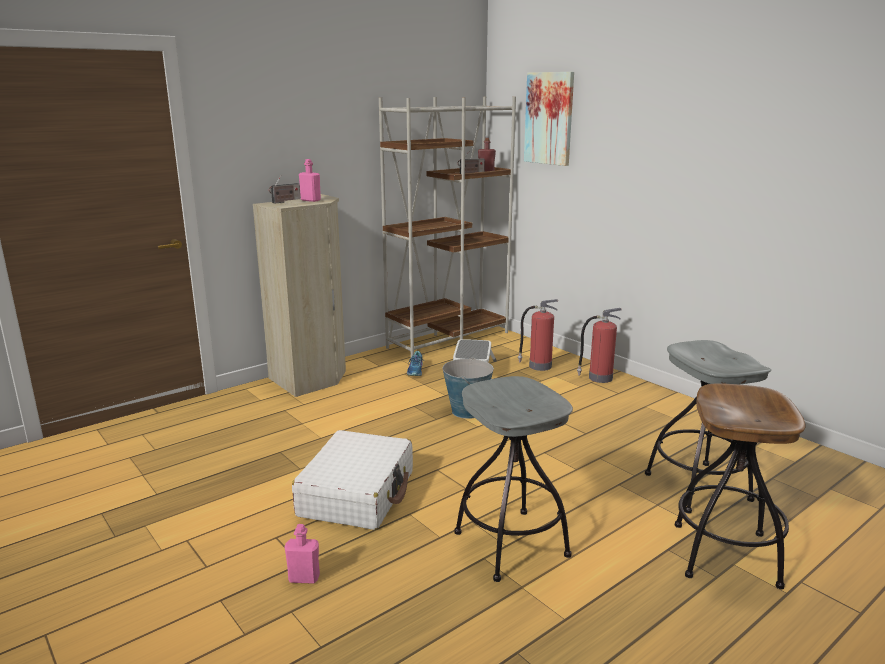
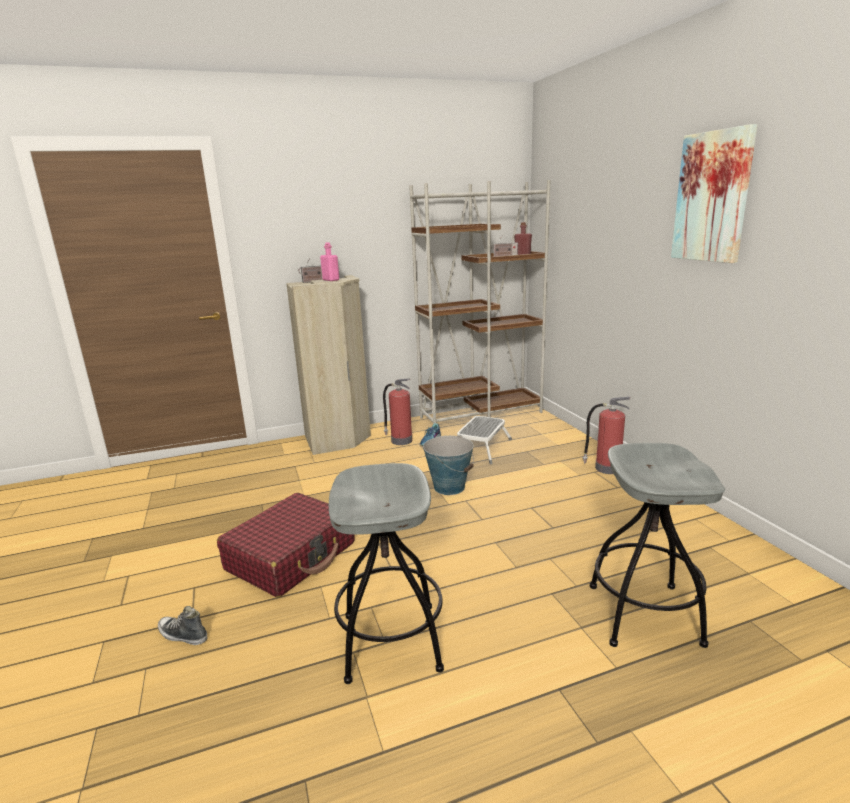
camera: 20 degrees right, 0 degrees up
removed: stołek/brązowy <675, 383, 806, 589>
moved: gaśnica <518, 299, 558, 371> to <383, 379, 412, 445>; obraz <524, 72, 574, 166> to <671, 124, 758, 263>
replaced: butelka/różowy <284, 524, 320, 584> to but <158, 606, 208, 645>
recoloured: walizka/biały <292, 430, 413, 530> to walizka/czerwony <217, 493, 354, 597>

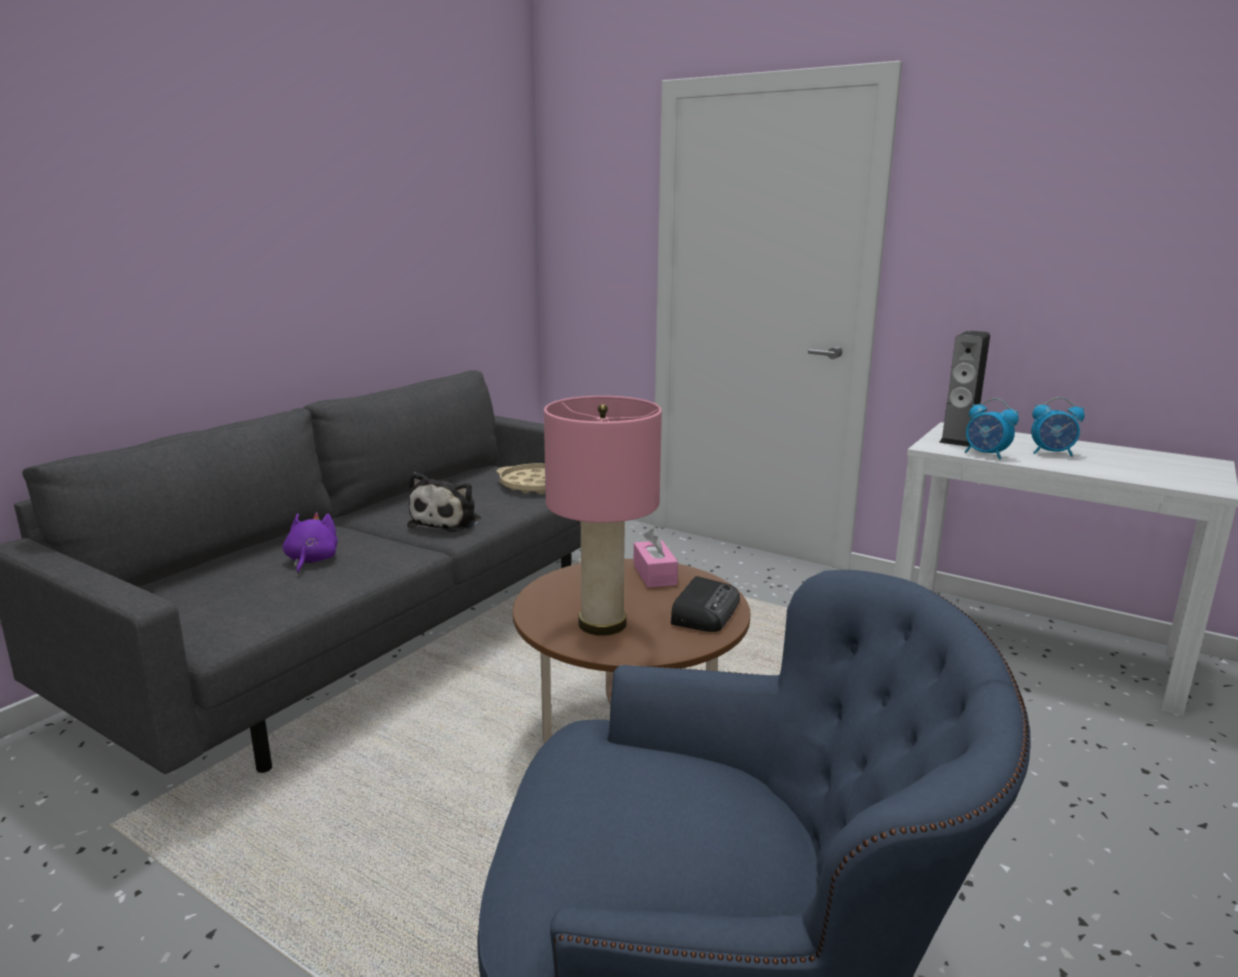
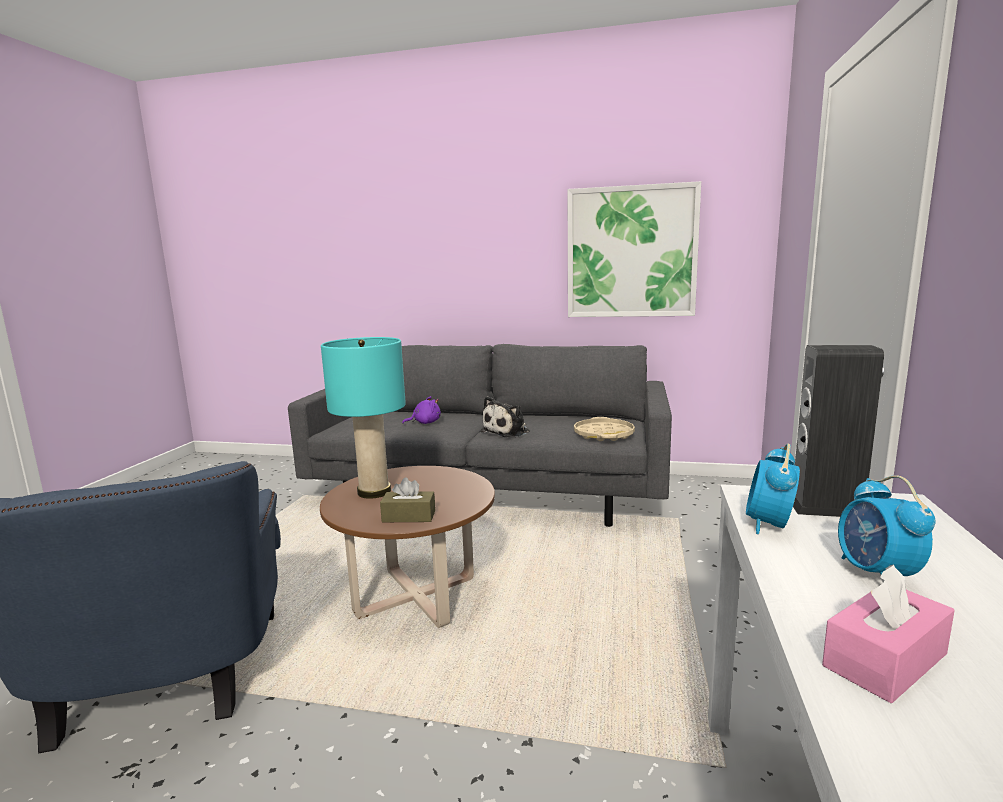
camera: 70 degrees right, 5 degrees down
added: obraz <568, 181, 701, 317>
moved: pudełko chusteczek/różowy <633, 529, 678, 588> to <822, 564, 955, 703>
replaced: radio <671, 576, 740, 632> to pudełko chusteczek/brązowy <380, 478, 435, 522>
recoloured: lampa stołowa/różowy <544, 396, 662, 636> to lampa stołowa/turkusowy <321, 337, 406, 499>
turned: pluszak <407, 472, 481, 532> = <480, 396, 530, 437> 45 degrees counterclockwise

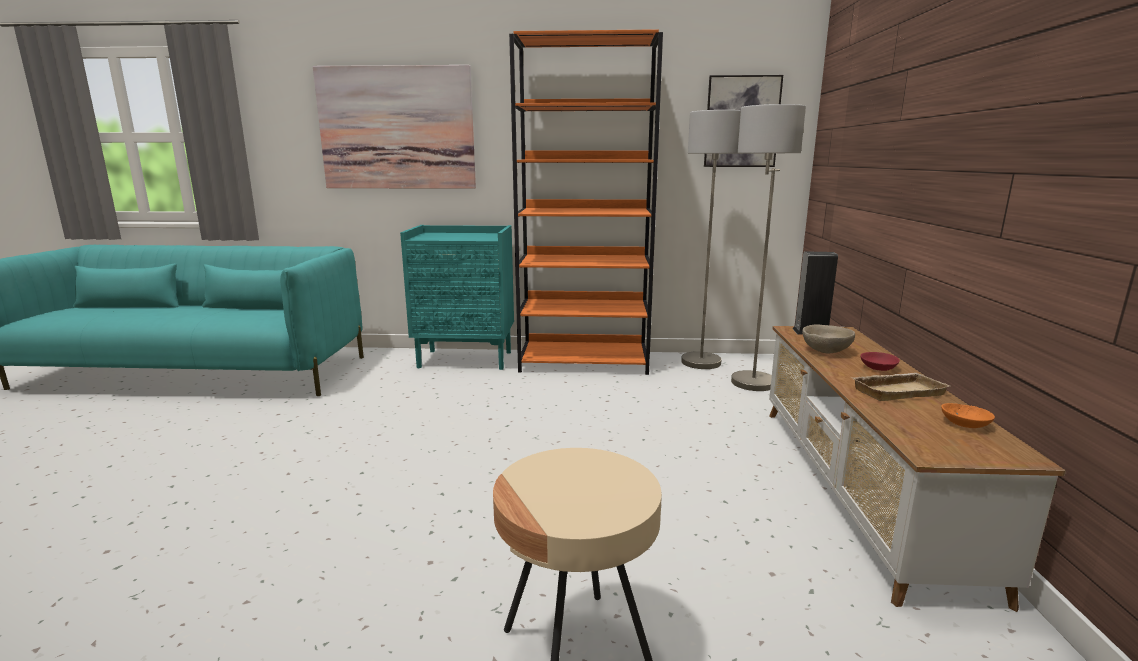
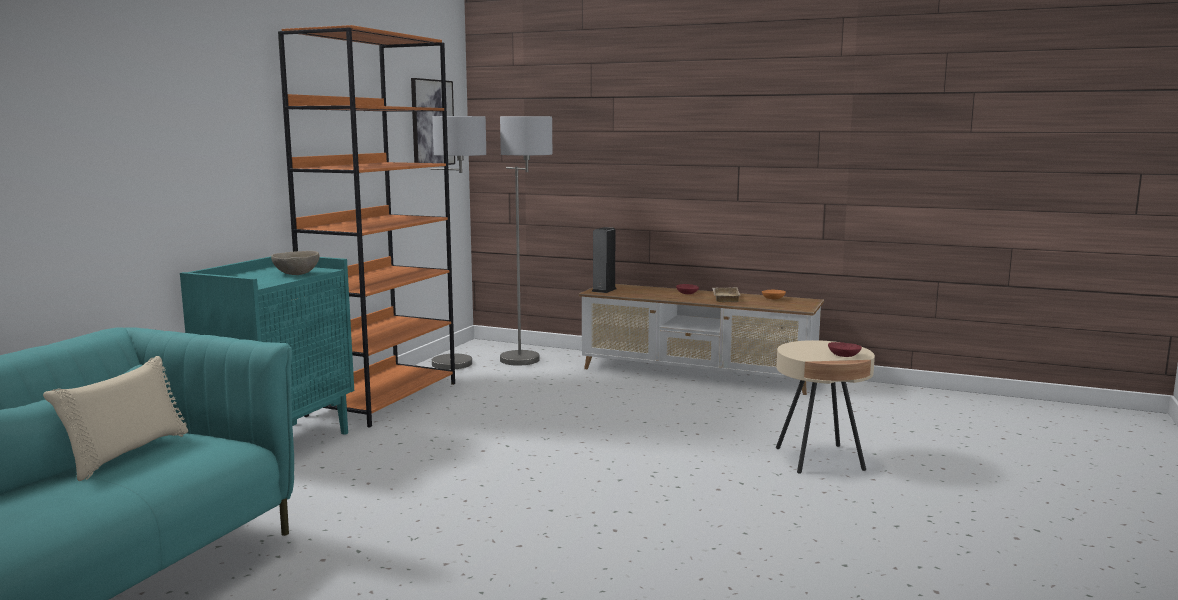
camera: 70 degrees left, 5 degrees down
removed: obraz <313, 65, 476, 189>
added: poduszka/beżowy <43, 356, 188, 481>; miska/czerwony <828, 342, 862, 357>
moved: miska/beżowy <802, 324, 855, 353> to <271, 251, 319, 275>

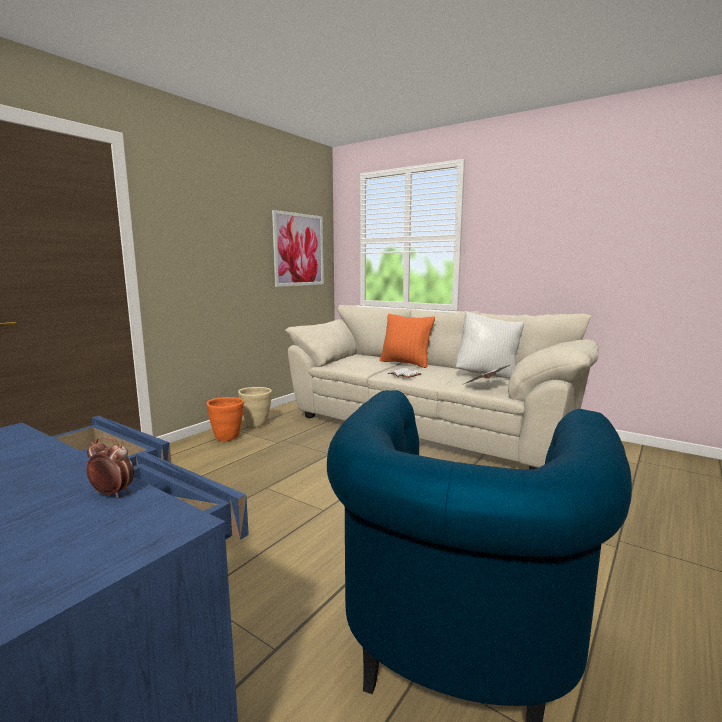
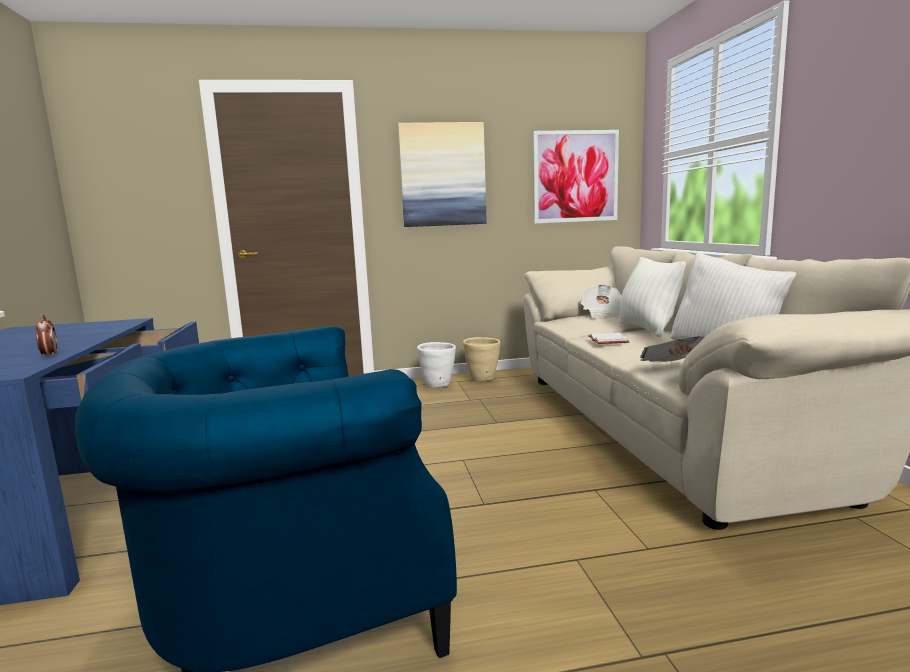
camera: 45 degrees right, 0 degrees up
added: obraz <398, 122, 487, 227>; gazeta <580, 284, 621, 320>
recoloured: donica/pomarańczowy <207, 397, 244, 441> to donica/biały <417, 342, 456, 388>; poduszka/pomarańczowy <379, 314, 435, 368> to poduszka/biały <618, 257, 686, 337>

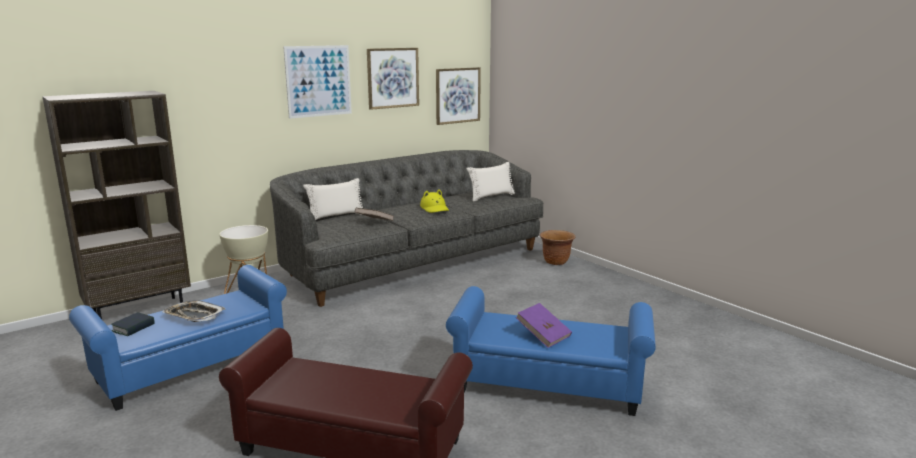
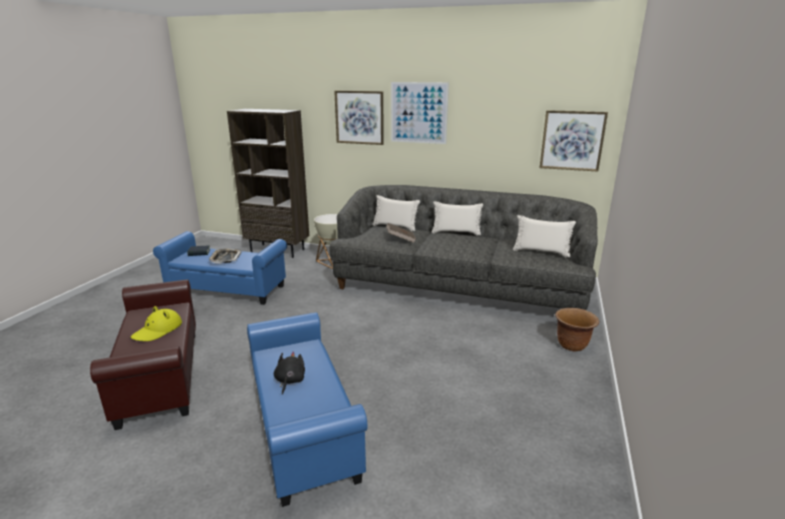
camera: 55 degrees right, 5 degrees up
added: poduszka/biały <432, 201, 483, 236>
moved: obraz <367, 48, 419, 110> to <334, 91, 384, 145>; kapelusz/żółty <420, 189, 449, 213> to <131, 306, 182, 341>
replaced: książka/fioletowy <516, 303, 572, 348> to pluszak/czarny <274, 351, 305, 395>

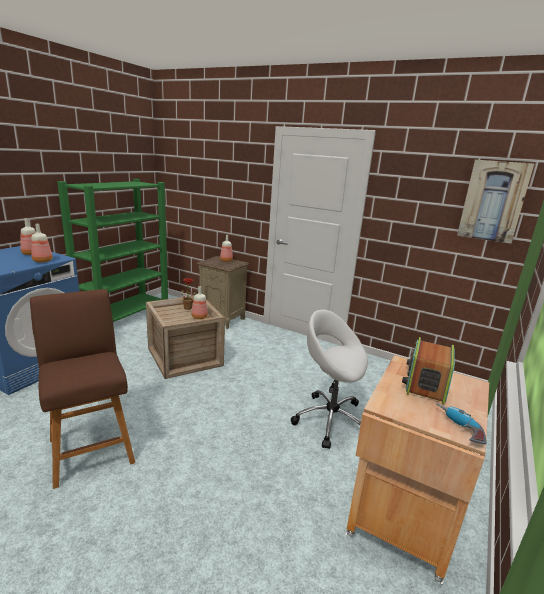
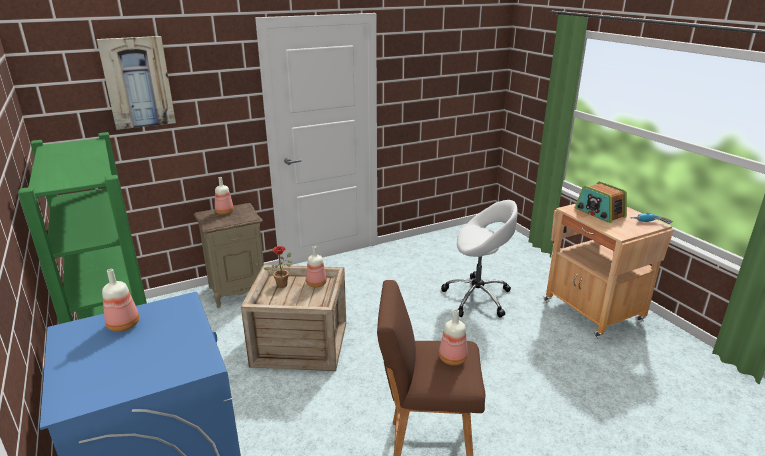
camera: 55 degrees left, 5 degrees up
moved: butelka <31, 224, 53, 263> to <439, 309, 468, 365>; obraz <457, 160, 534, 243> to <97, 36, 176, 130>
turned: krzesło biurowe/biały <291, 310, 368, 449> = <441, 200, 518, 318> 135 degrees counterclockwise

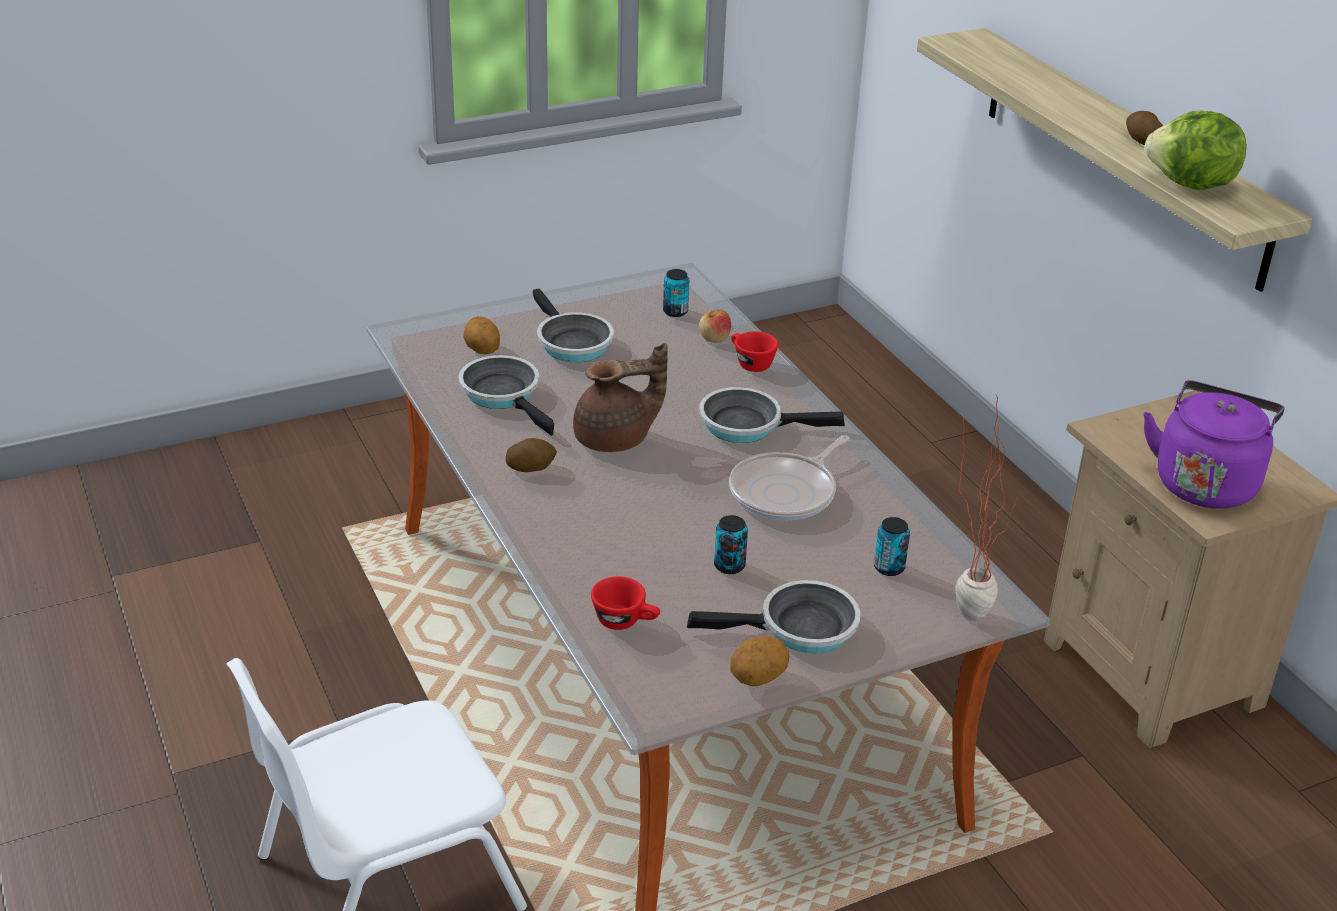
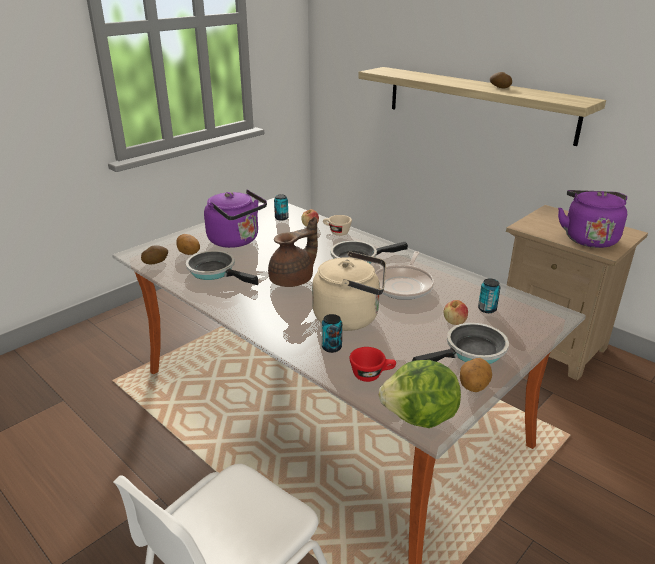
camera: 20 degrees left, 5 degrees down
removed: roślina doniczkowa <955, 395, 1020, 621>
added: czajnik/beżowy <312, 251, 386, 331>; jabłko <444, 300, 468, 325>
moved: ziemniak <506, 438, 557, 472> to <141, 246, 168, 264>; puszka <714, 515, 748, 574> to <322, 314, 342, 353>; sałata <1145, 111, 1247, 190> to <379, 360, 461, 428>
replaced: patelnia <532, 289, 614, 362> to czajnik/fioletowy <204, 190, 267, 248>
recoloured: filiżanka/czerwony <731, 331, 778, 372> to filiżanka/beżowy <323, 215, 352, 236>

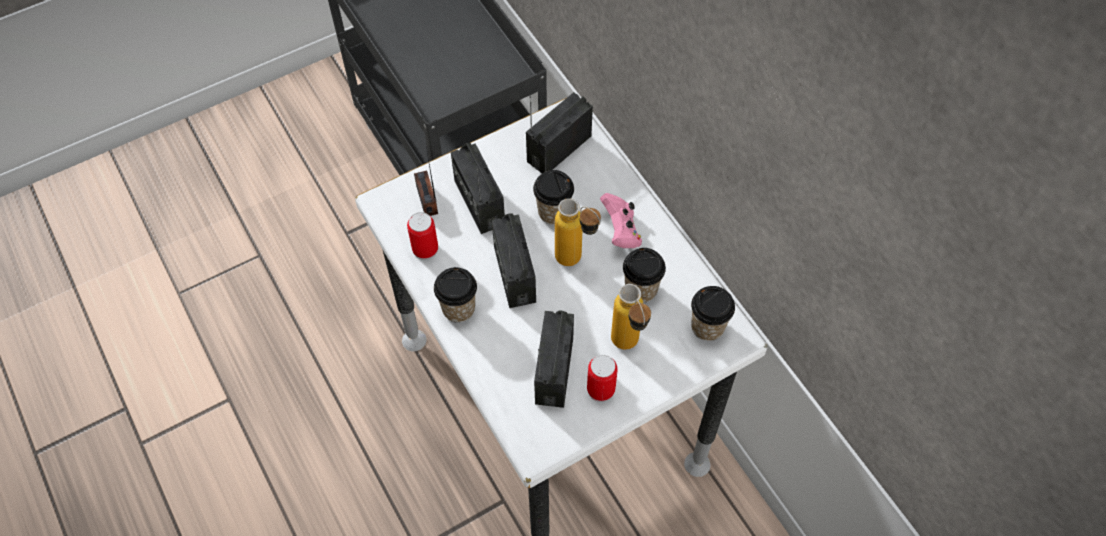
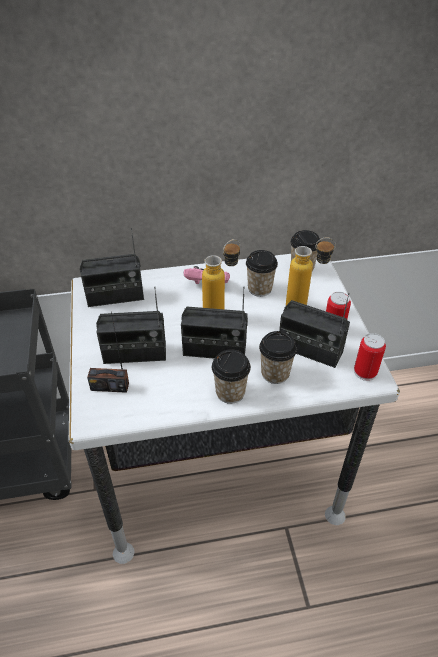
camera: 70 degrees left, 15 degrees down
moved: puszka <407, 212, 438, 260> to <354, 333, 386, 381>; filiżanka <533, 170, 574, 225> to <259, 331, 297, 384>
turned: radio <526, 92, 593, 173> = <80, 228, 144, 307> 75 degrees counterclockwise

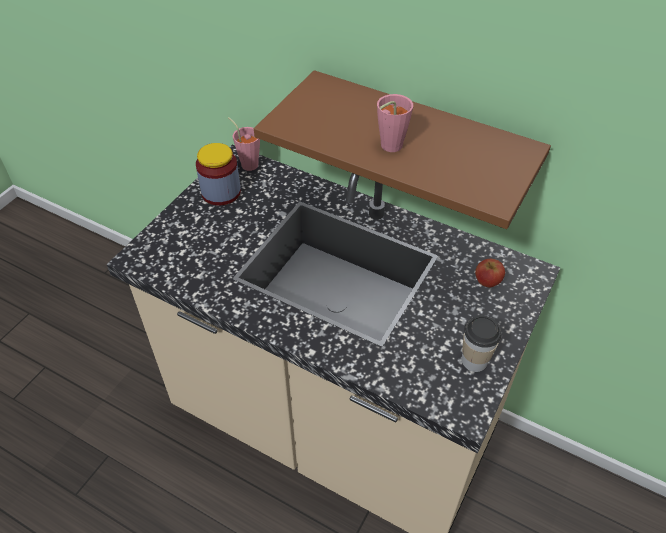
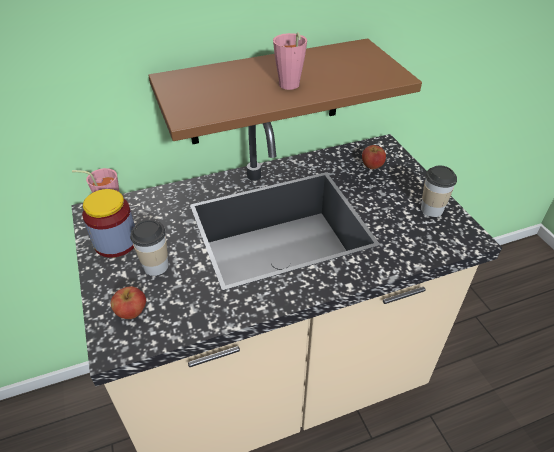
camera: 50 degrees left, 5 degrees down
added: jabłko <111, 287, 146, 319>; filiżanka <130, 220, 169, 276>

